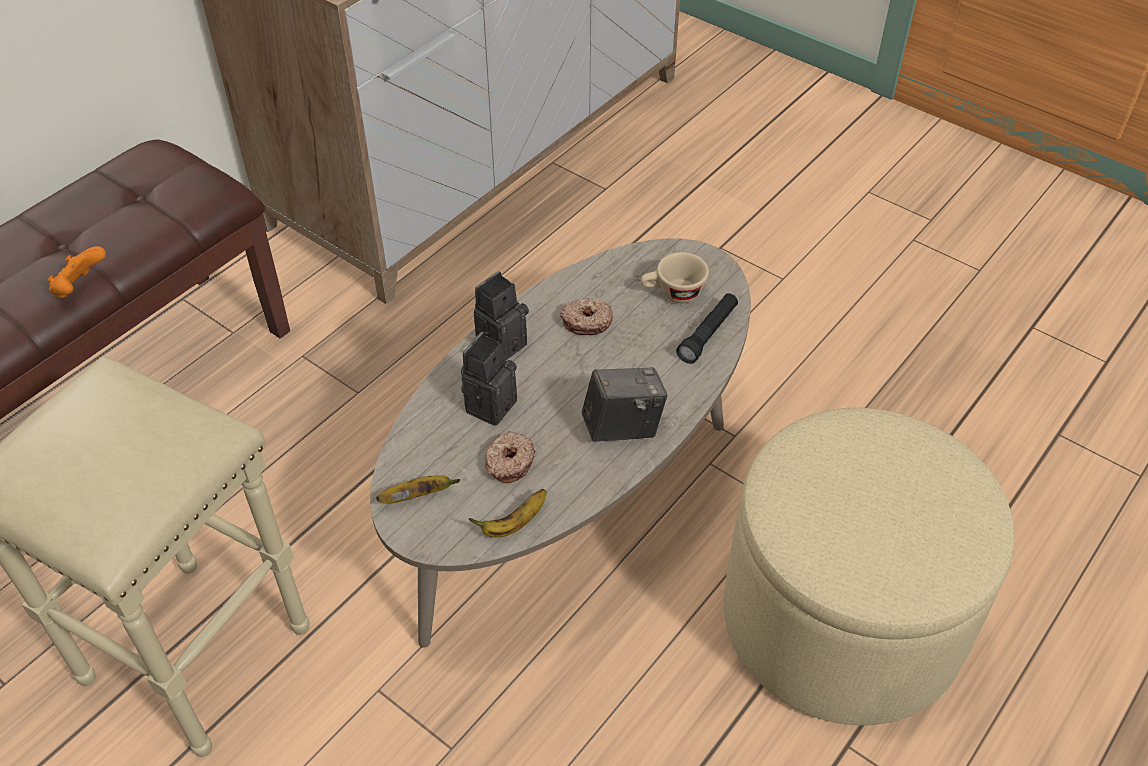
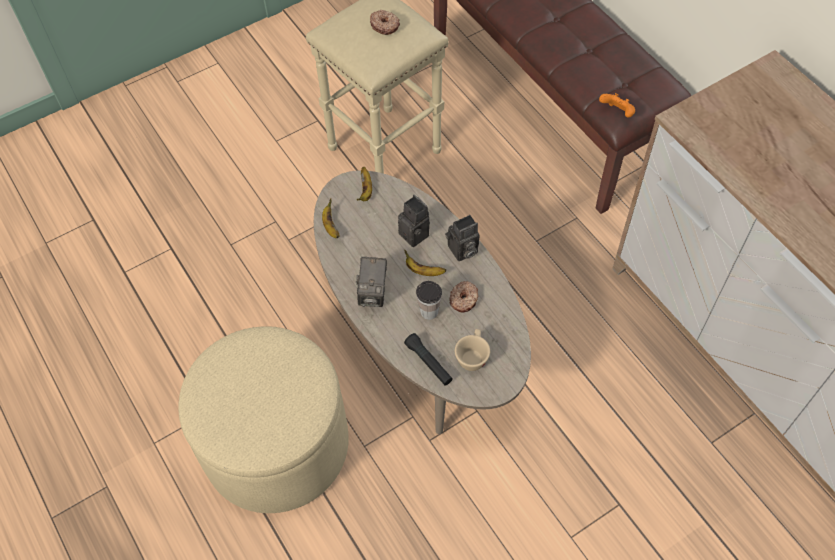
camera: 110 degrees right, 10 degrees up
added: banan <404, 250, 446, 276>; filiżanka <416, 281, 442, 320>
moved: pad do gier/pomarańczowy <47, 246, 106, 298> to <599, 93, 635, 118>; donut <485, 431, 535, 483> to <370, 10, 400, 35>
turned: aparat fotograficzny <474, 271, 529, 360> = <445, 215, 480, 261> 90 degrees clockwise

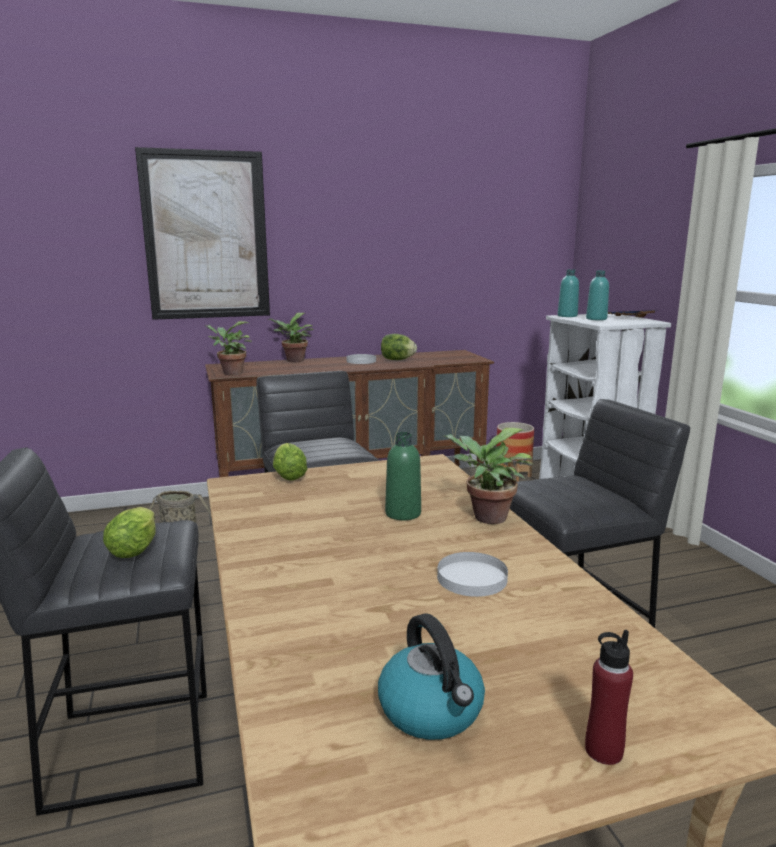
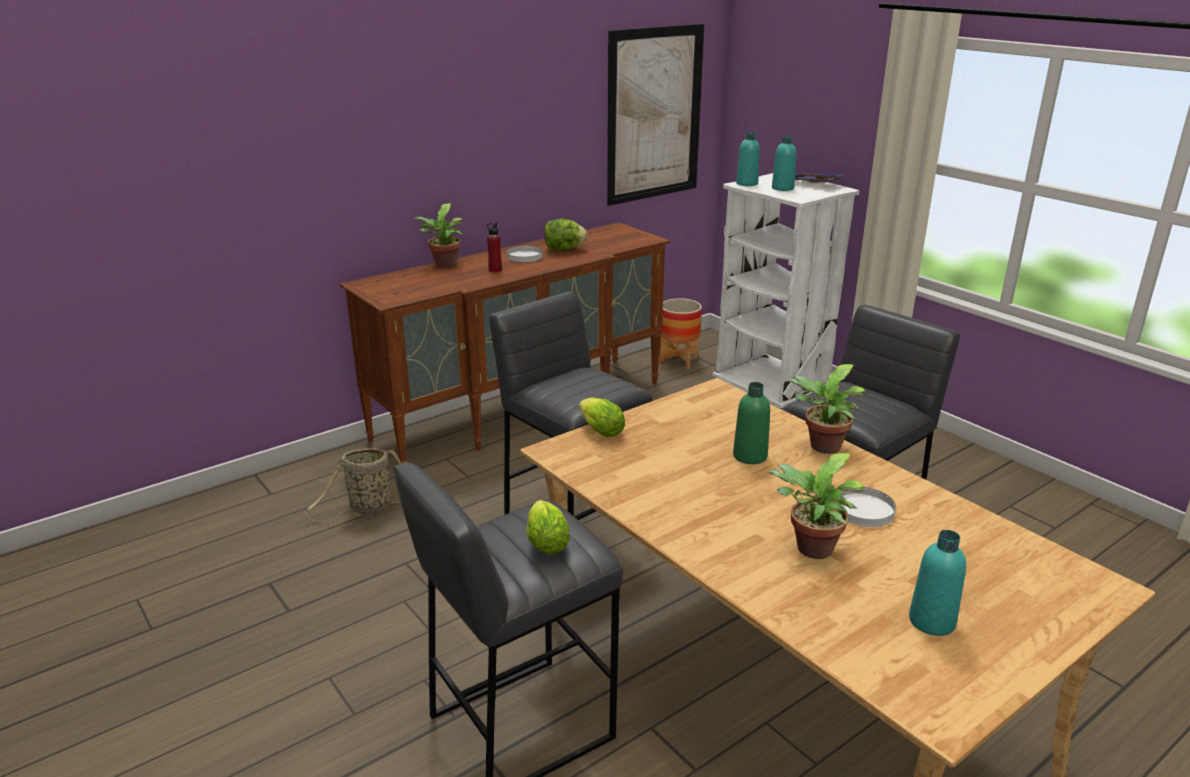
camera: 20 degrees left, 10 degrees up
moved: obraz <135, 147, 270, 320> to <607, 24, 704, 206>; roślina doniczkowa <205, 321, 252, 375> to <766, 453, 864, 559>; butelka/czerwony <585, 630, 633, 765> to <487, 222, 502, 272>
replaced: czajnik <378, 613, 485, 740> to butelka/turkusowy <909, 530, 966, 636>

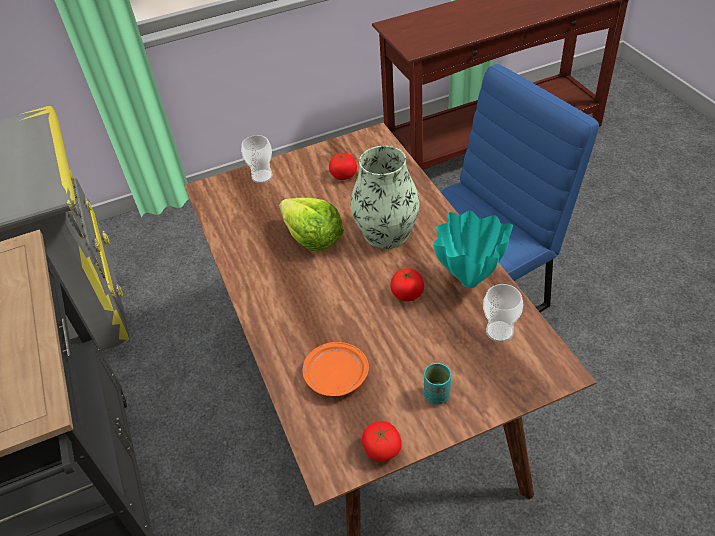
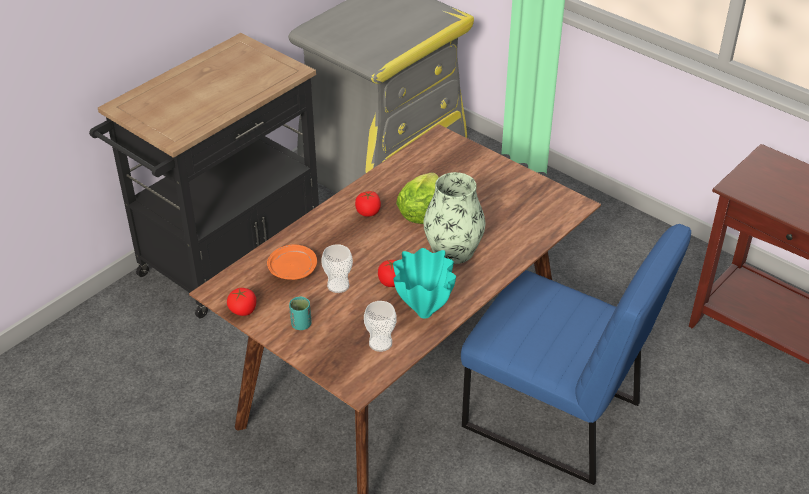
camera: 60 degrees right, 5 degrees down
moved: filiżanka <241, 135, 273, 183> to <321, 244, 353, 293>; pomidor <329, 153, 357, 180> to <355, 191, 381, 217>

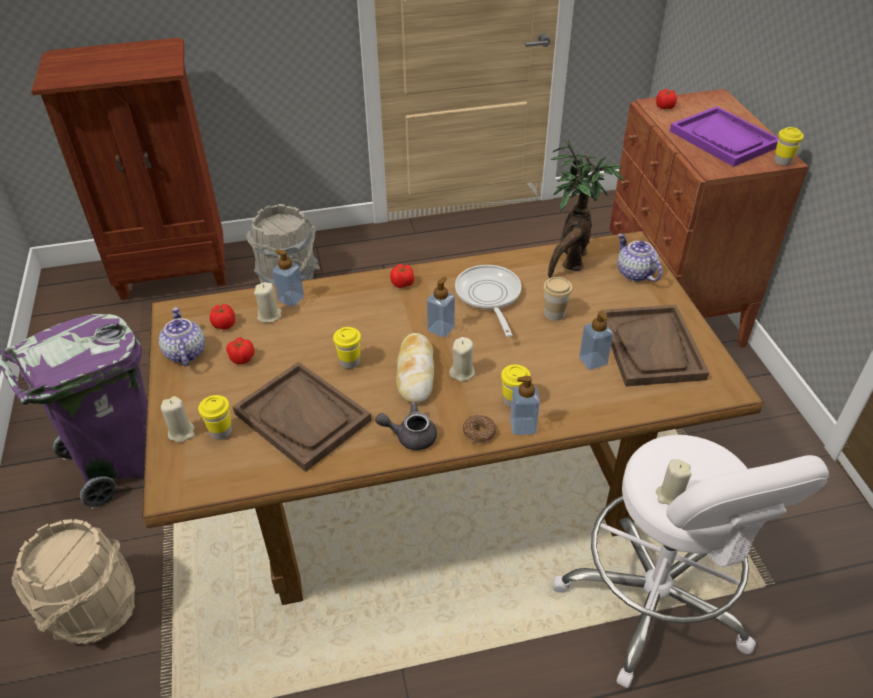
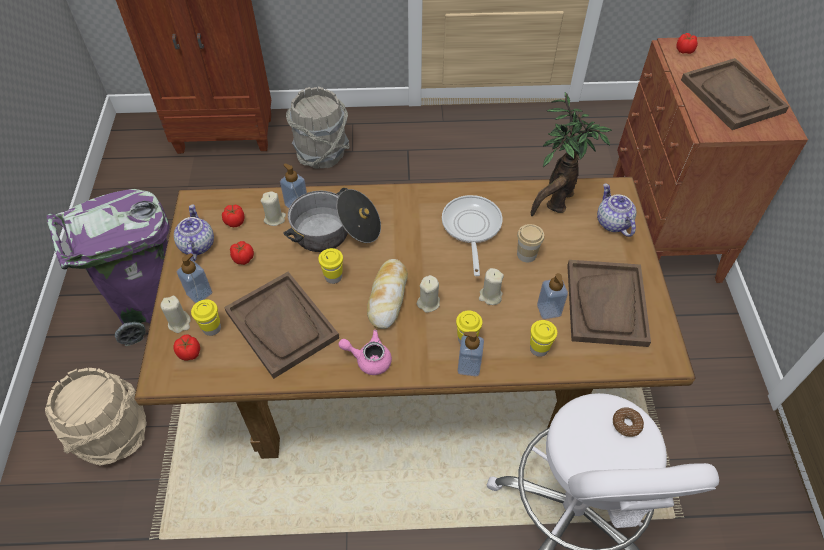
camera: 10 degrees right, 10 degrees up
added: garnek <283, 188, 381, 252>
moved: pomidor <390, 264, 414, 288> to <173, 335, 200, 361>; dozownik mydła <427, 277, 455, 338> to <177, 253, 213, 303>; donut <463, 415, 496, 443> to <613, 407, 644, 437>; świeca/beżowy <656, 459, 691, 505> to <479, 268, 504, 305>; filiżanka/żółty <774, 127, 804, 166> to <530, 320, 557, 357>
recoloured: imbryk/szary <375, 401, 437, 450> to imbryk/różowy <339, 330, 392, 375>; taca/fioletowy <670, 106, 779, 167> to taca/brązowy <681, 58, 789, 130>

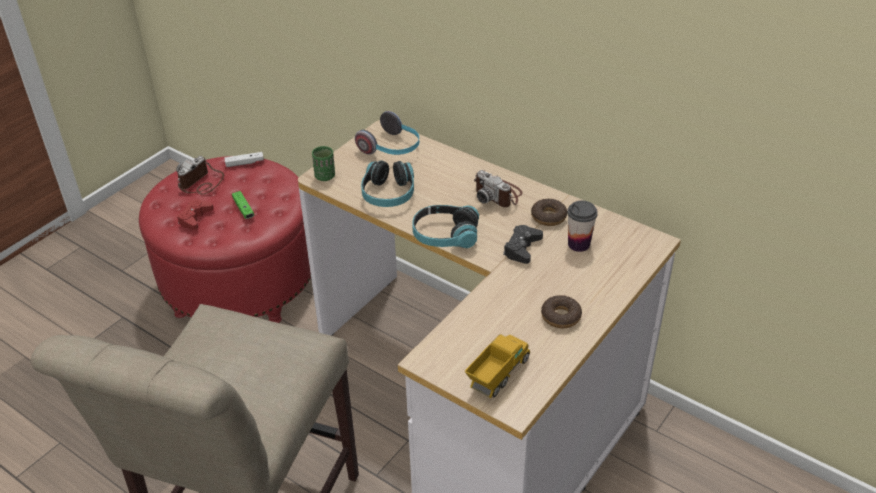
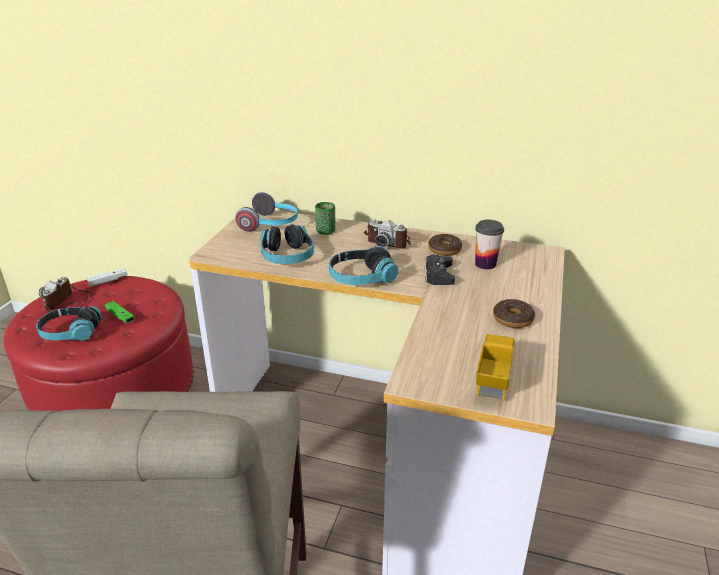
camera: 20 degrees left, 10 degrees down
moved: filiżanka/zielony <312, 146, 335, 181> to <315, 202, 335, 235>
replaced: pad do gier/czerwony <177, 199, 214, 230> to słuchawki <36, 306, 102, 341>

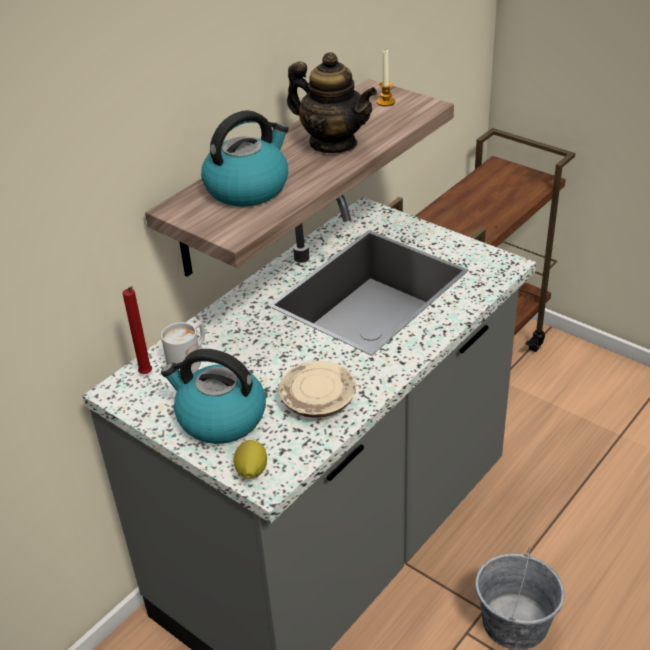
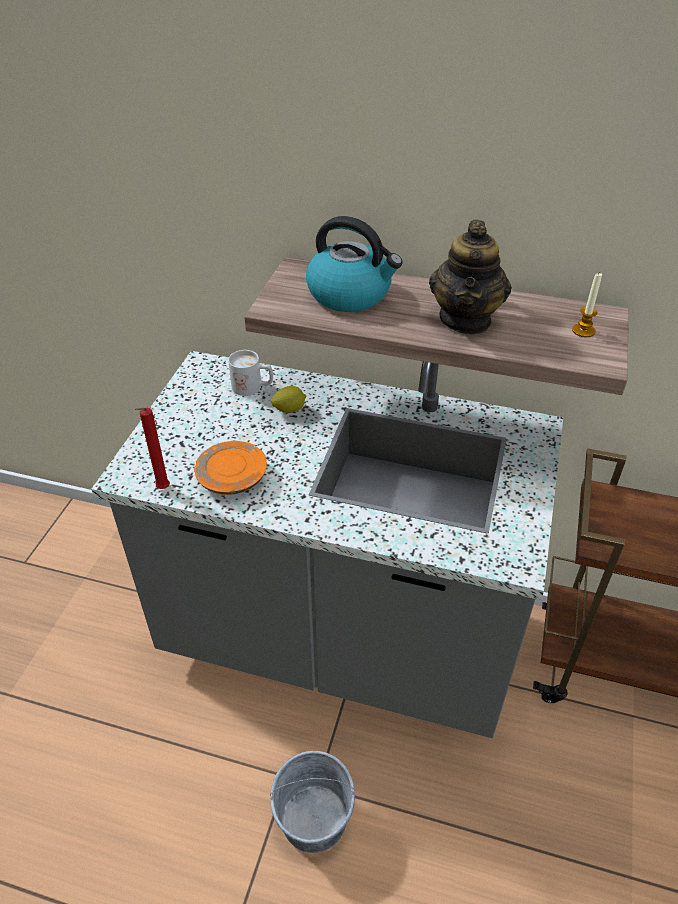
camera: 65 degrees right, 5 degrees up
removed: czajnik <161, 349, 266, 444>
moved: świeca/czerwony <122, 286, 152, 374> to <135, 408, 170, 489>; cytryna <233, 440, 267, 479> to <271, 386, 306, 413>
recoloured: talerz/beżowy <279, 361, 356, 418> to talerz/pomarańczowy <194, 441, 267, 495>

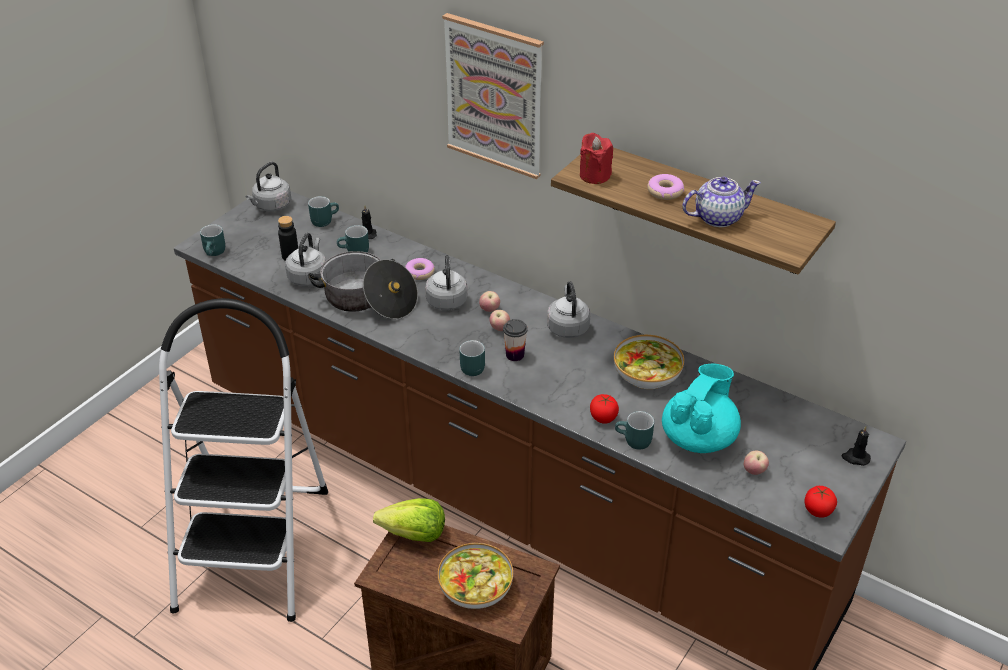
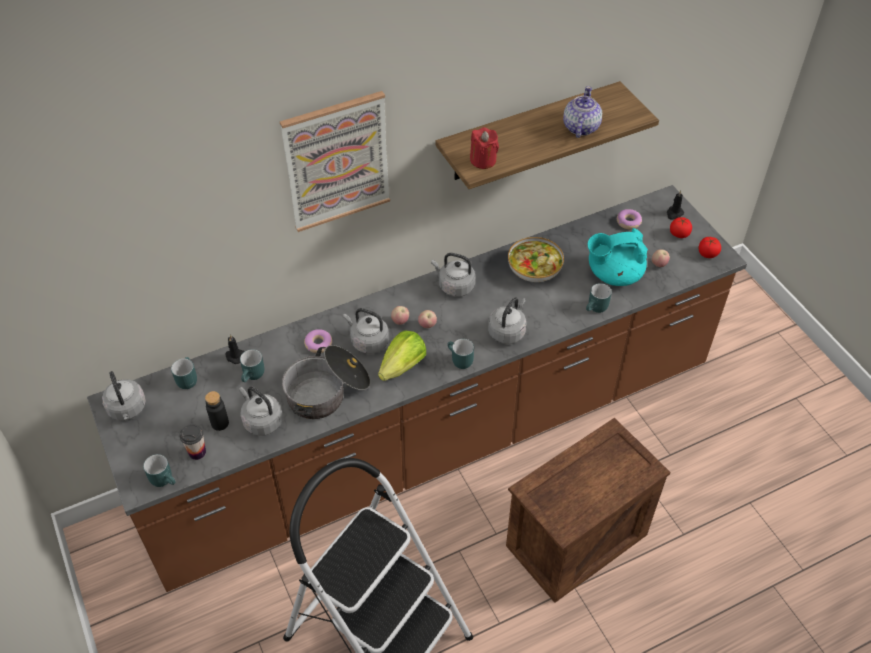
camera: 60 degrees left, 10 degrees up
removed: miska <438, 543, 513, 609>
added: czajnik/szary <488, 297, 526, 344>
moved: sałata <373, 498, 445, 542> to <378, 330, 426, 381>; filiżanka <503, 319, 528, 361> to <179, 424, 206, 460>; pomidor <590, 394, 619, 424> to <670, 217, 692, 238>; donut <647, 174, 684, 200> to <617, 209, 642, 229>
turned: imbryk/turkusowy <662, 364, 741, 453> = <587, 228, 648, 286> 75 degrees counterclockwise

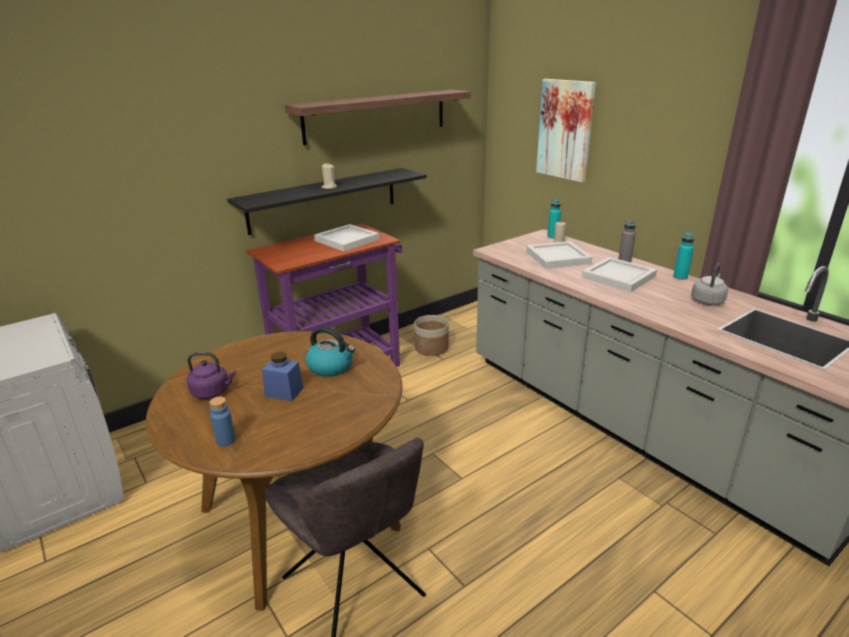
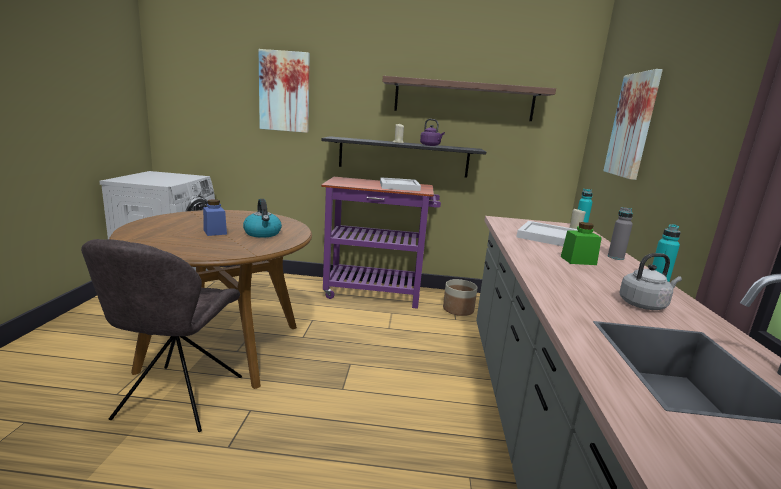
camera: 40 degrees right, 10 degrees down
removed: butelka/niebieski <209, 397, 236, 447>
added: obraz <259, 49, 310, 133>
moved: czajnik/fioletowy <187, 352, 236, 399> to <420, 119, 445, 146>
replaced: taca/biały <582, 257, 657, 292> to słoik/zielony <561, 222, 602, 265>

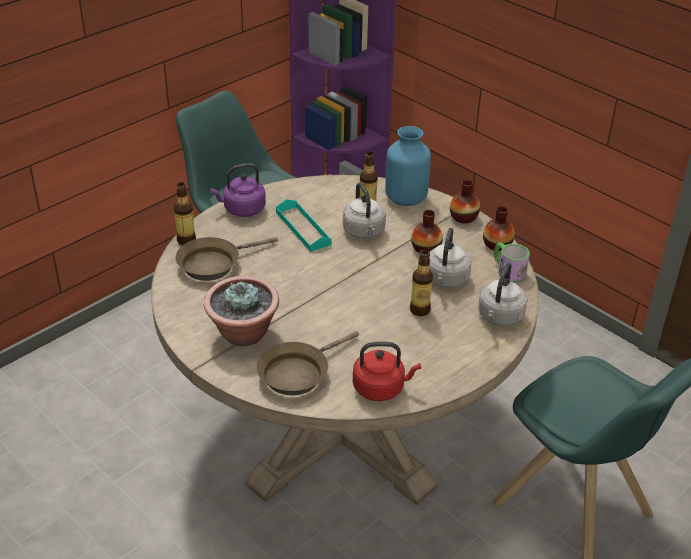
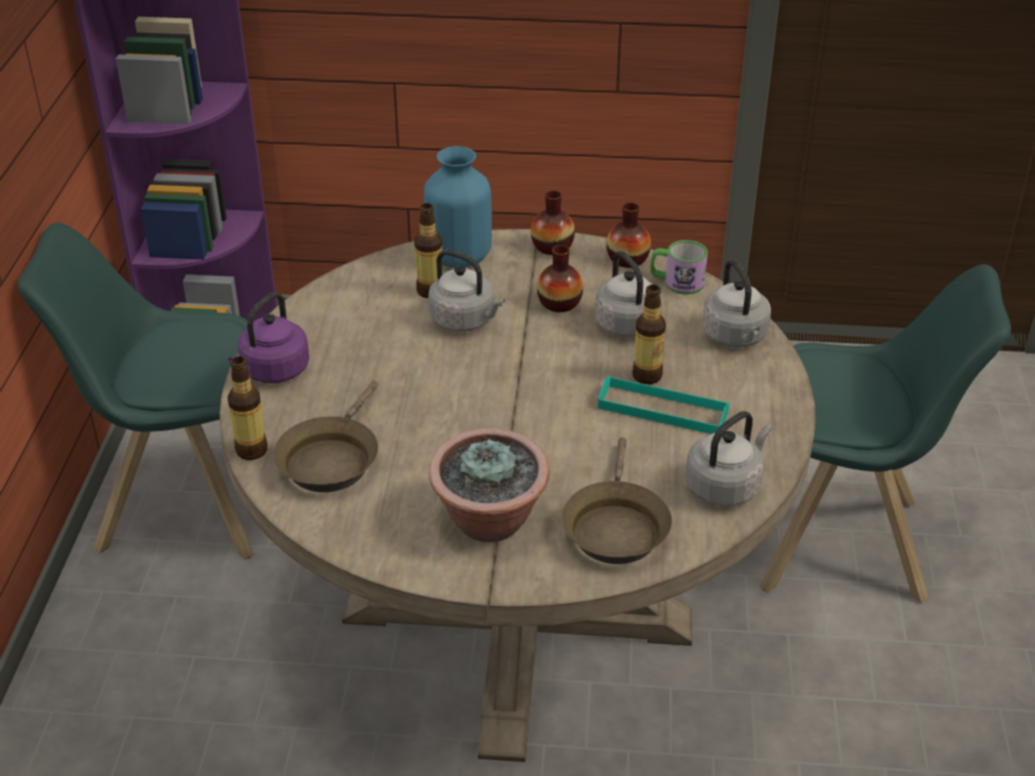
camera: 40 degrees left, 0 degrees up
moved: taca/turkusowy <276, 199, 332, 252> to <598, 376, 730, 434>
recoloured: czajnik/czerwony <353, 342, 421, 401> to czajnik/szary <685, 411, 772, 506>

